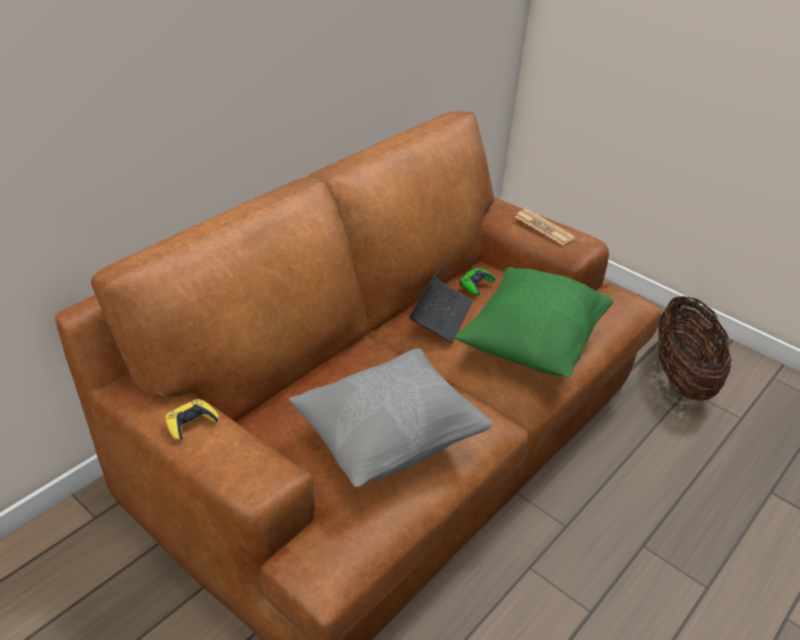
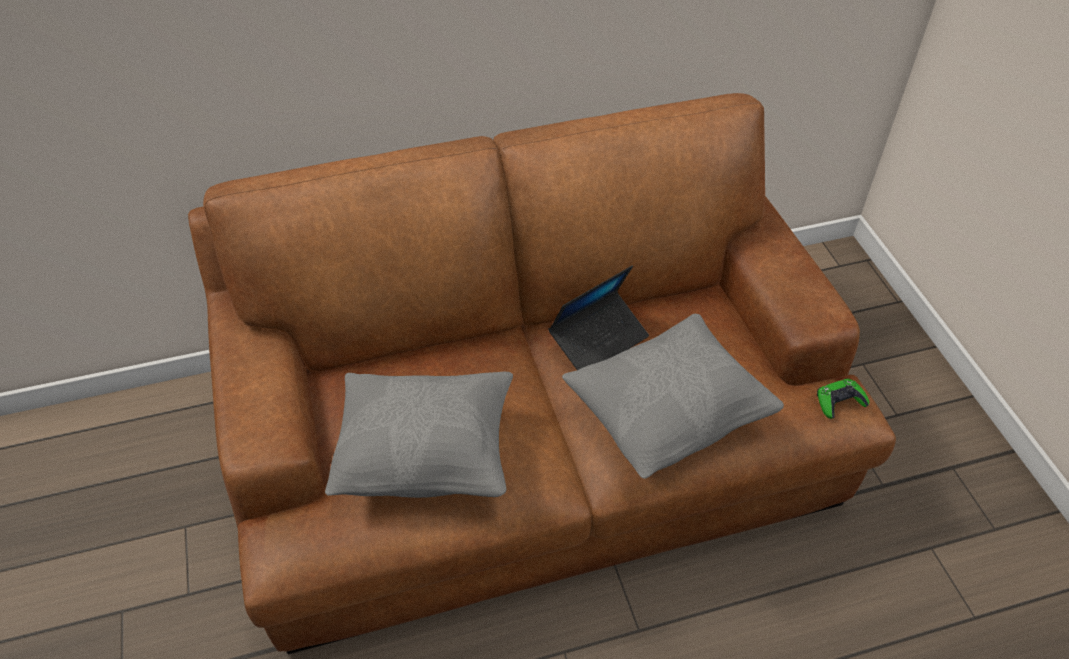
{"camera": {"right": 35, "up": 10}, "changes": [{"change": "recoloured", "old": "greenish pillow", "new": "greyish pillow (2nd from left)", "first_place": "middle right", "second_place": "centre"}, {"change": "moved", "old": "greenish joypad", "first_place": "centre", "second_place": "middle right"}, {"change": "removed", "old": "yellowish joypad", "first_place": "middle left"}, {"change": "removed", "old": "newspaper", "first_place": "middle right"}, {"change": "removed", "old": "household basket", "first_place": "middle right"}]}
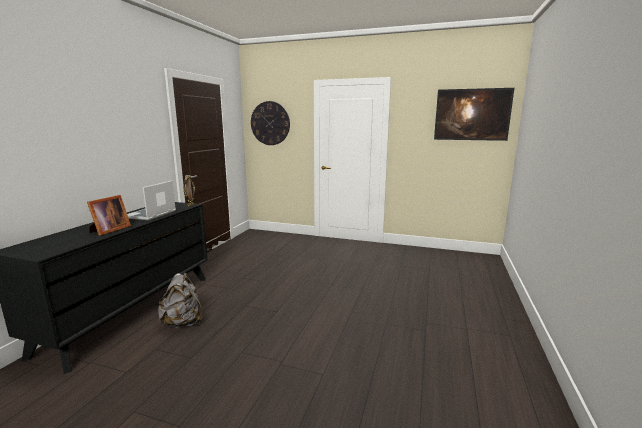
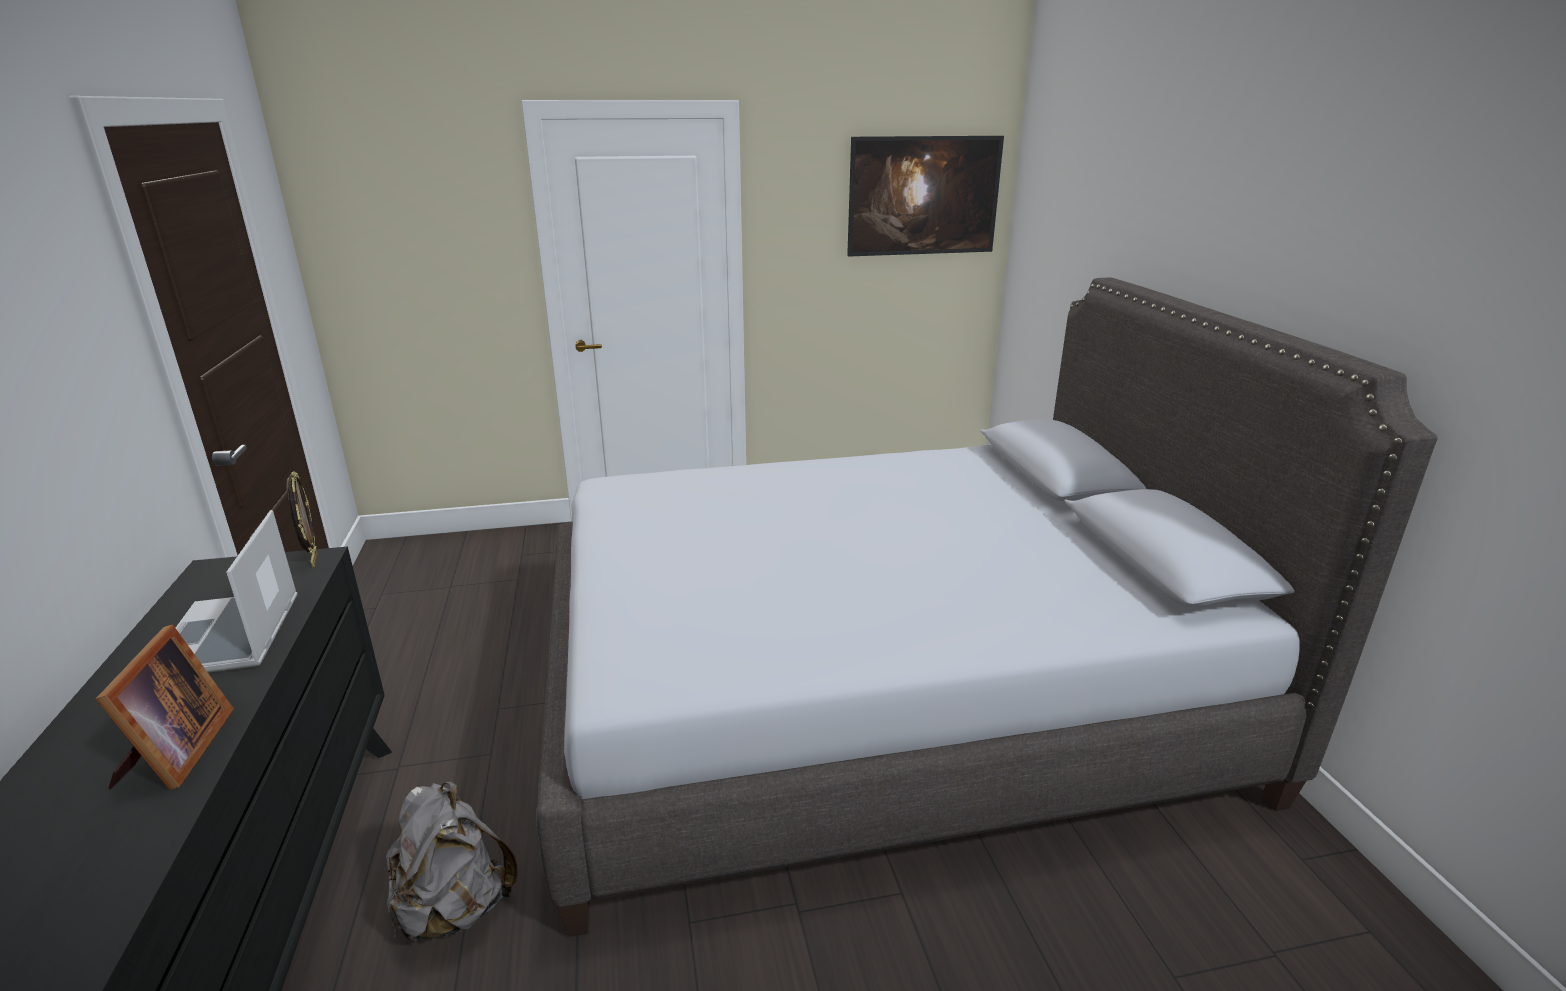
{"camera": {"right": -30, "up": 10}, "changes": [{"change": "added", "new": "greyish sleeping bed", "second_place": "centre"}, {"change": "removed", "old": "wall clock", "first_place": "top centre"}]}
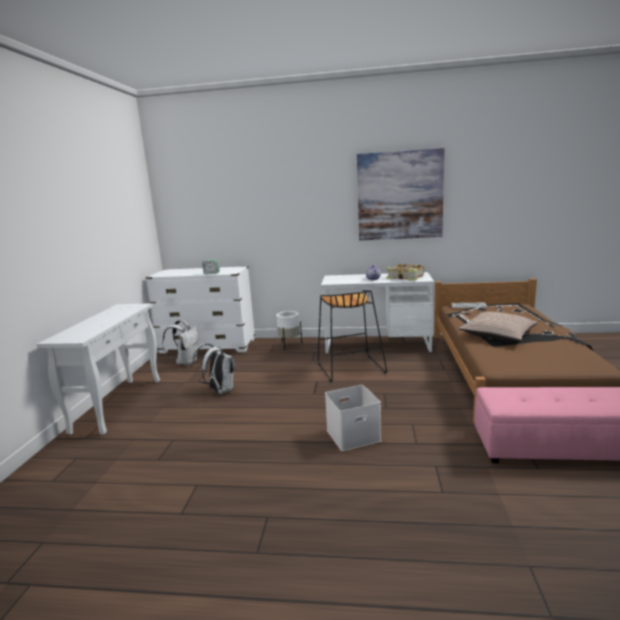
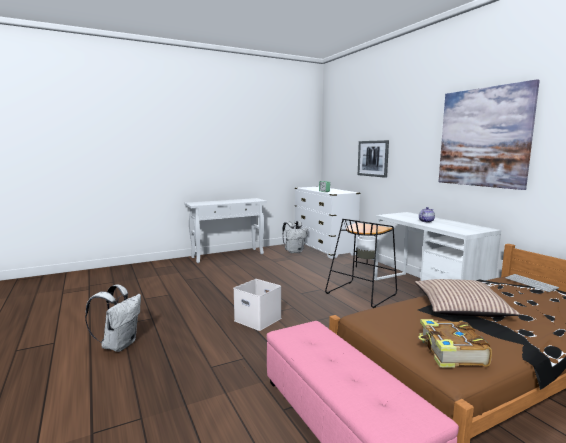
{"camera": {"right": 55, "up": -5}, "changes": [{"change": "moved", "old": "white-coloured backpack (2nd from left in the first image)", "new": "white-coloured backpack (1st from left)", "first_place": "centre", "second_place": "bottom left"}, {"change": "added", "new": "wall art (1st from left)", "second_place": "centre"}, {"change": "moved", "old": "bound book", "first_place": "centre", "second_place": "bottom right"}]}
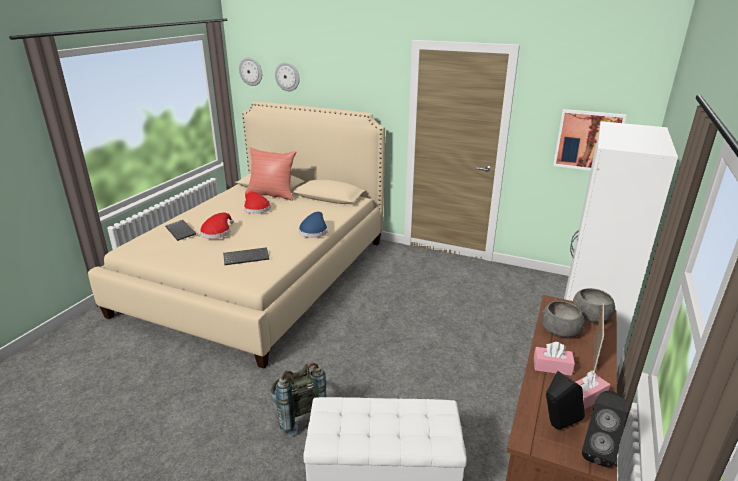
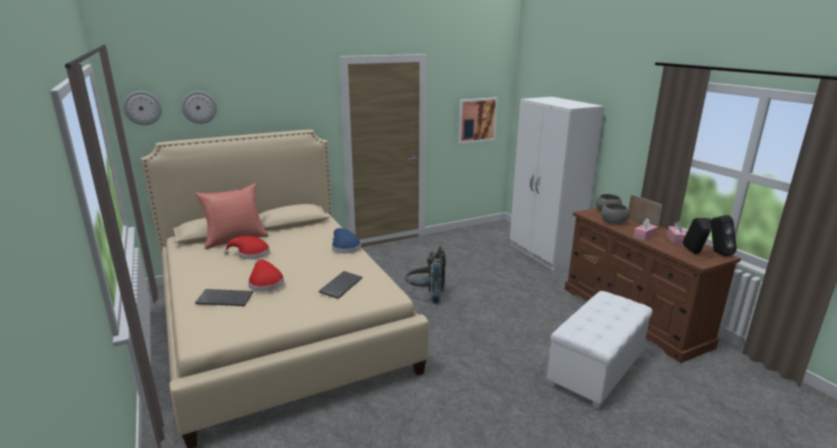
{"camera": {"right": -50, "up": -5}, "changes": [{"change": "moved", "old": "greyish backpack", "first_place": "bottom centre", "second_place": "centre"}]}
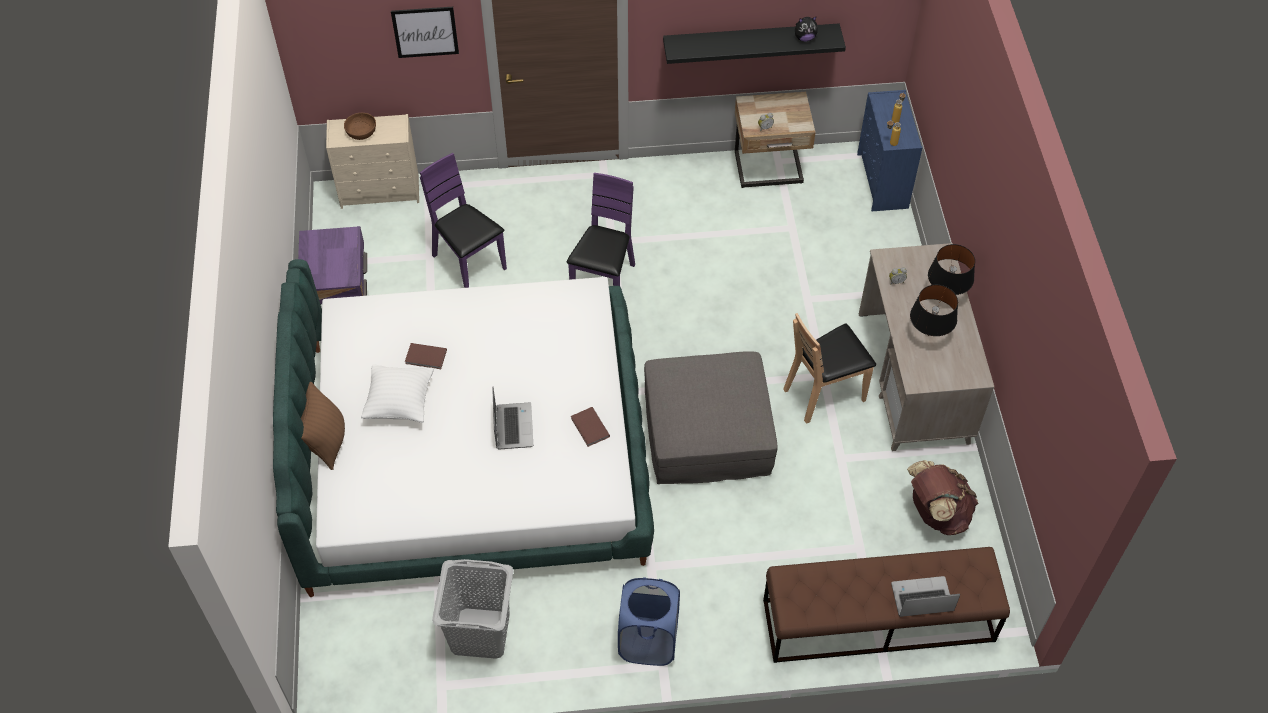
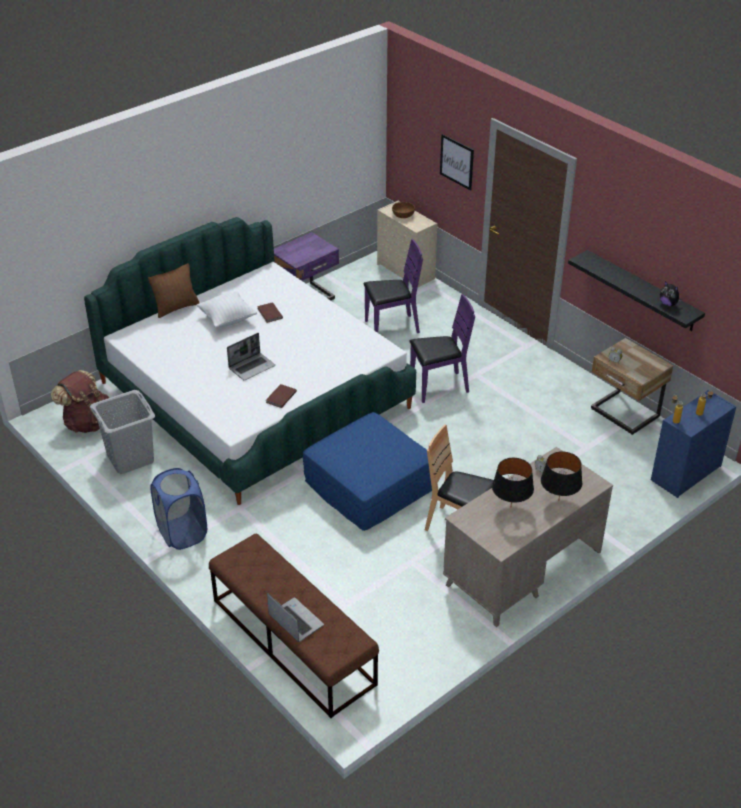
{"camera": {"right": 55, "up": -15}, "changes": [{"change": "moved", "old": "brown-coloured backpack", "first_place": "bottom right", "second_place": "middle left"}, {"change": "recoloured", "old": "greyish ottoman", "new": "blue-coloured ottoman", "first_place": "centre", "second_place": "centre"}, {"change": "turned", "old": "purple plain chair (1st from left)", "first_place": "top centre", "second_place": "centre", "degrees": 60}]}
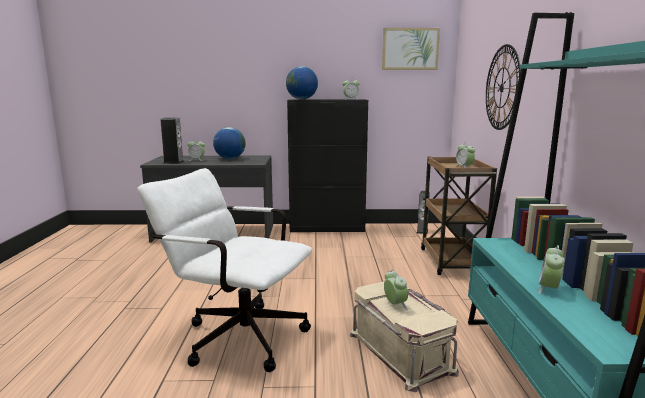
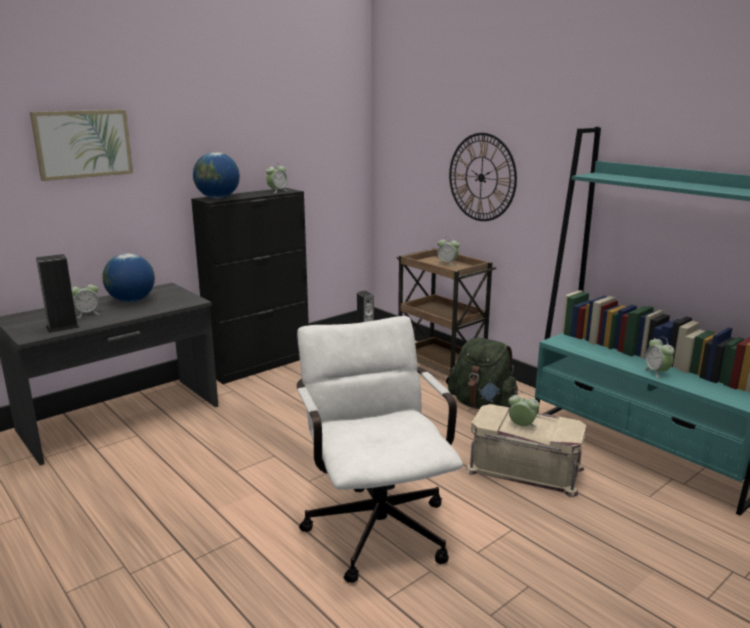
{"camera": {"right": -40, "up": 5}, "changes": [{"change": "moved", "old": "wall art", "first_place": "top centre", "second_place": "top left"}, {"change": "turned", "old": "white-coloured office chair", "first_place": "bottom centre", "second_place": "bottom centre", "degrees": 90}, {"change": "added", "new": "greenish backpack", "second_place": "centre"}]}
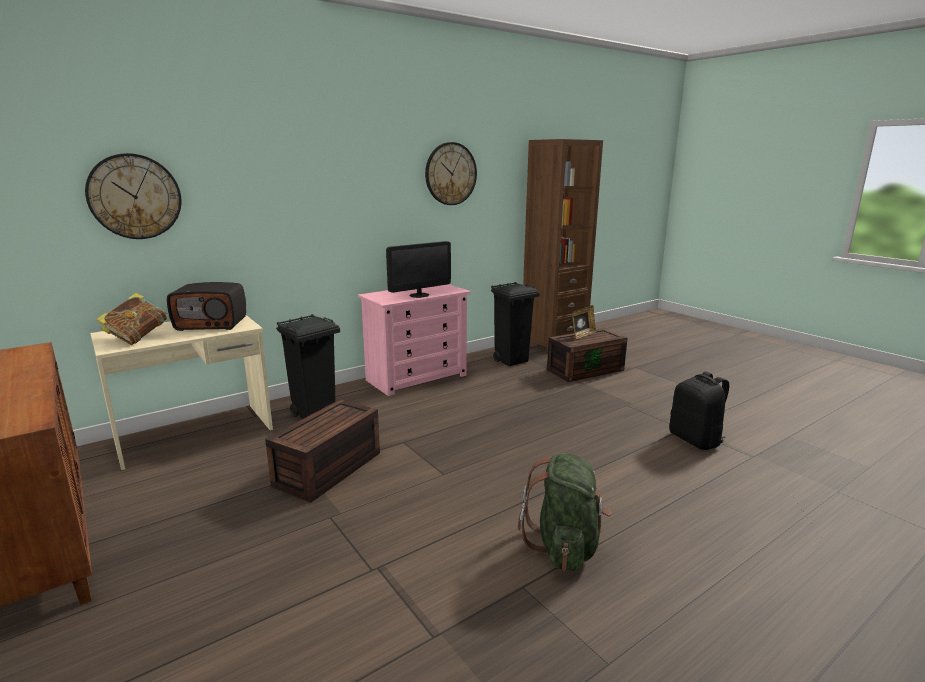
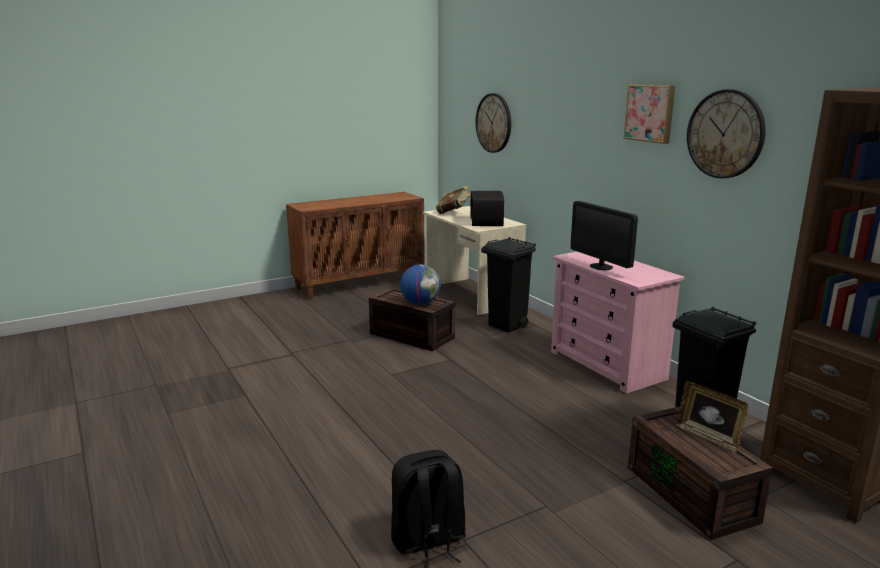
{"camera": {"right": 95, "up": 0}, "changes": [{"change": "added", "new": "desk globe", "second_place": "centre"}, {"change": "added", "new": "wall art", "second_place": "top right"}, {"change": "removed", "old": "greenish backpack", "first_place": "bottom centre"}]}
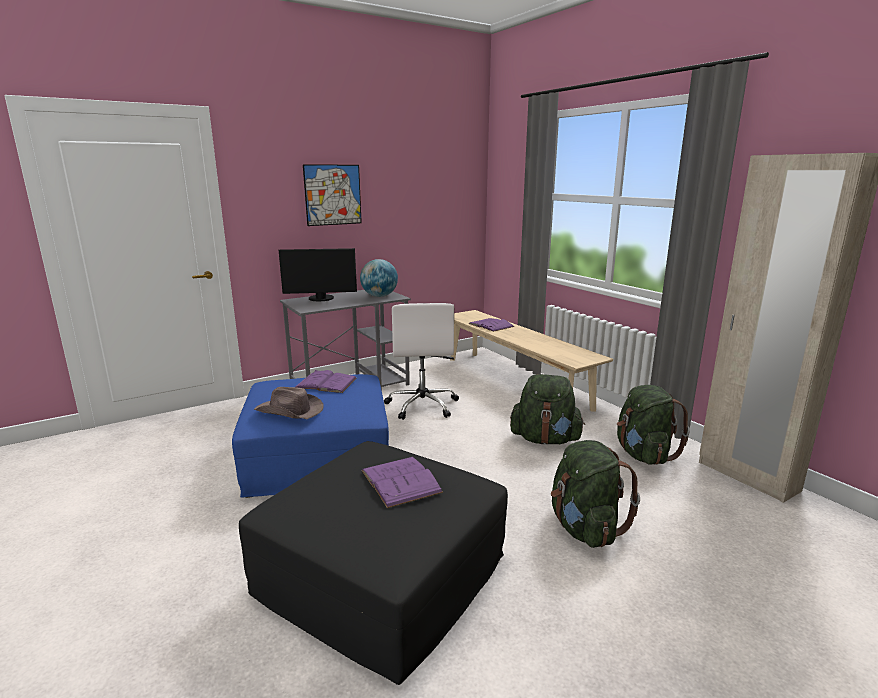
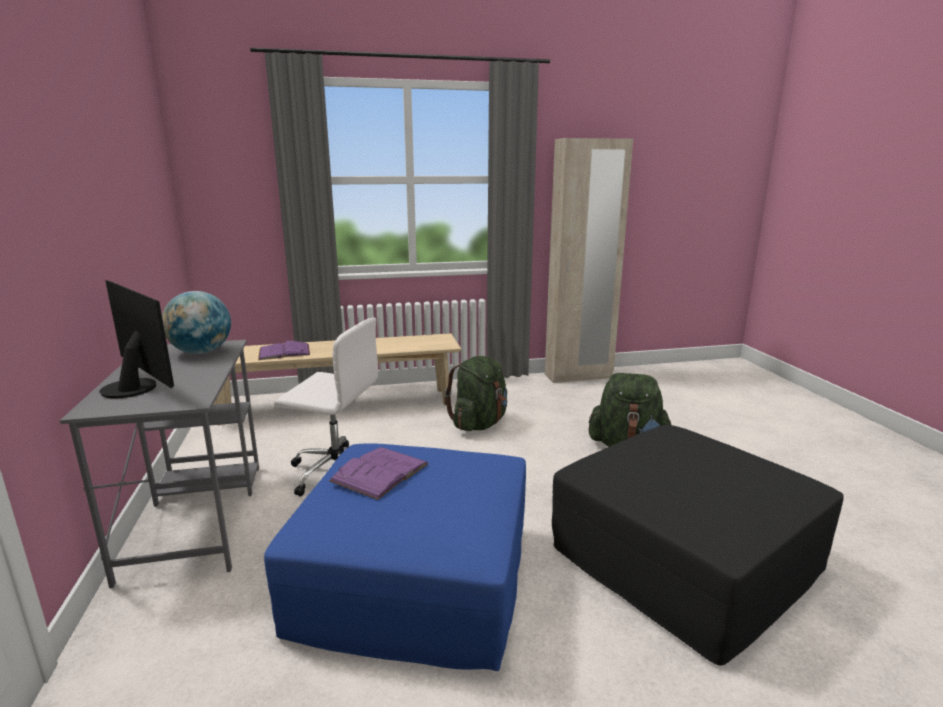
{"camera": {"right": -70, "up": 0}, "changes": [{"change": "turned", "old": "monitor", "first_place": "centre", "second_place": "middle left", "degrees": -60}, {"change": "removed", "old": "brown-coloured wearable hat", "first_place": "middle left"}, {"change": "removed", "old": "wall art", "first_place": "top centre"}, {"change": "removed", "old": "purple bound book (2nd from left)", "first_place": "bottom centre"}, {"change": "removed", "old": "greenish backpack (3rd from left)", "first_place": "middle right"}]}
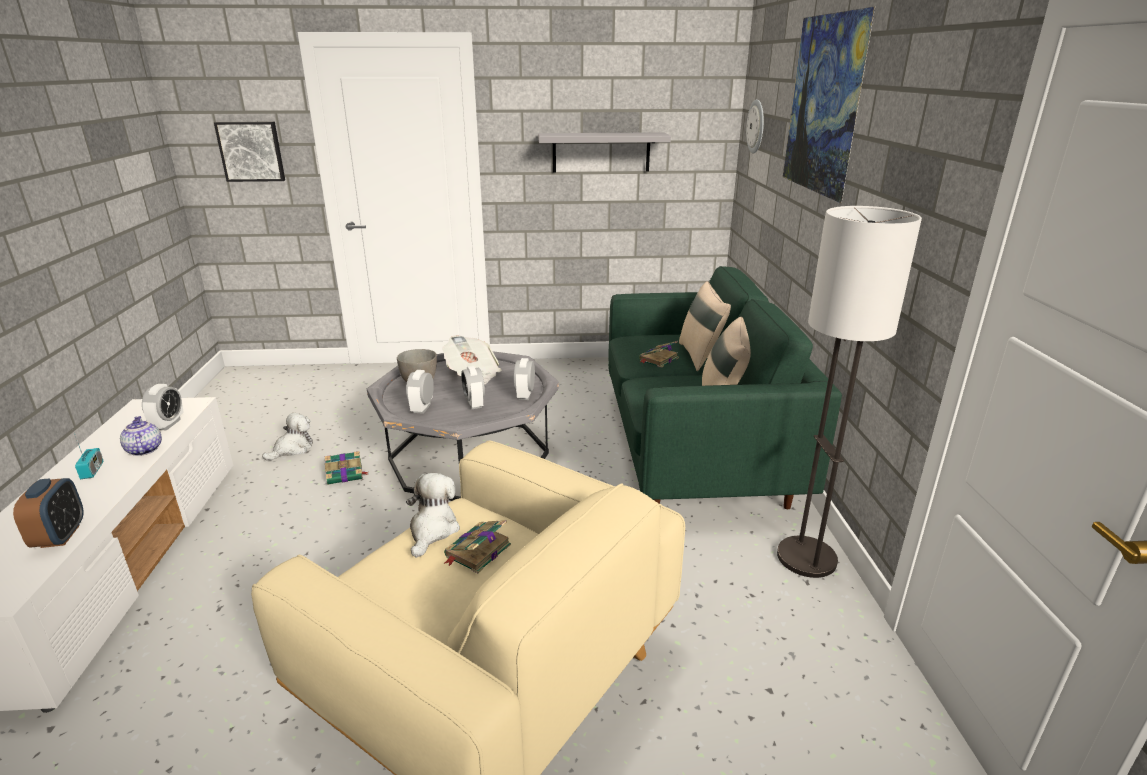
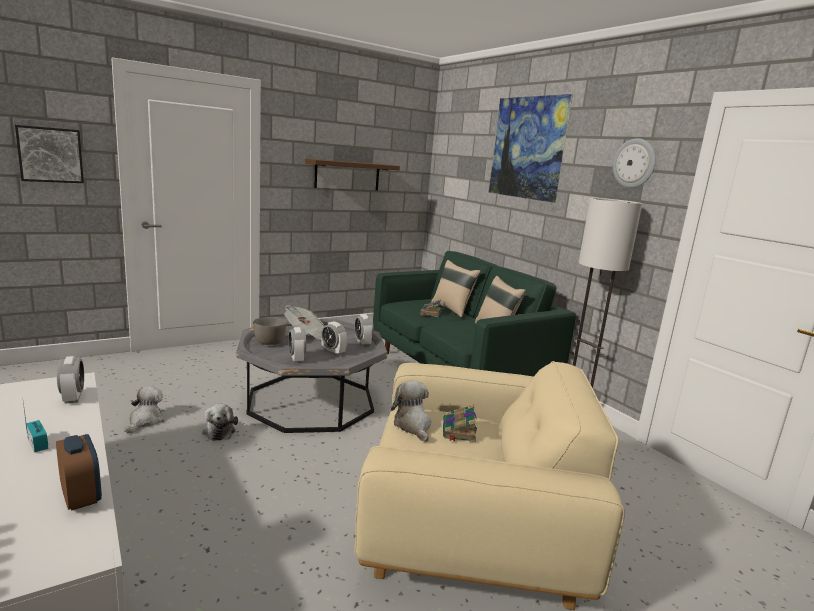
{"camera": {"right": -30, "up": -10}, "changes": [{"change": "replaced", "old": "bound book (1st from left)", "new": "plush toy (2nd from left)", "first_place": "middle left", "second_place": "bottom left"}, {"change": "recoloured", "old": "greyish bracket shelf", "new": "brown-coloured bracket shelf", "first_place": "top centre", "second_place": "top centre"}, {"change": "moved", "old": "wall clock", "first_place": "top centre", "second_place": "top right"}, {"change": "removed", "old": "tea pot", "first_place": "middle left"}]}
